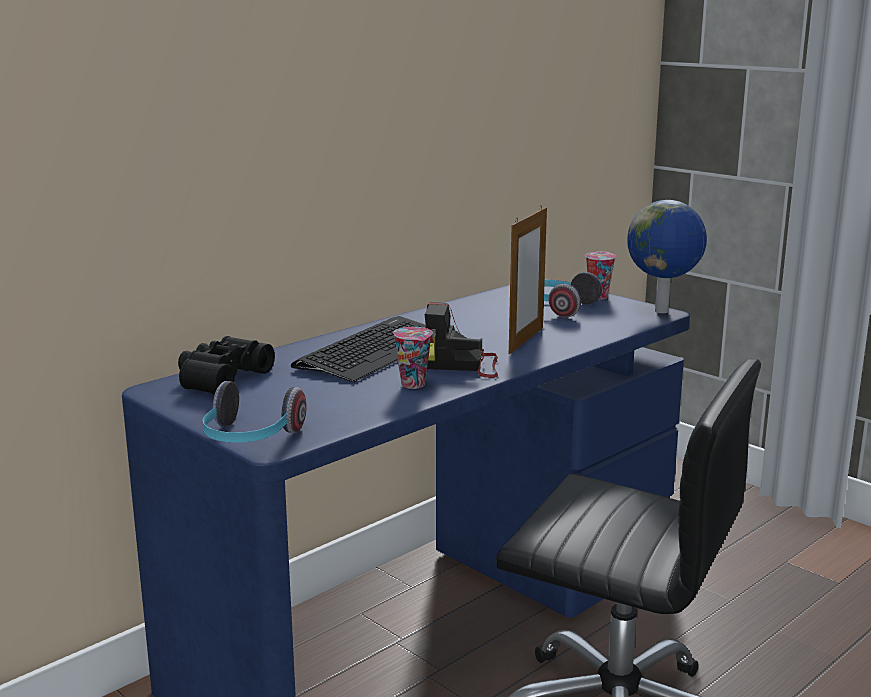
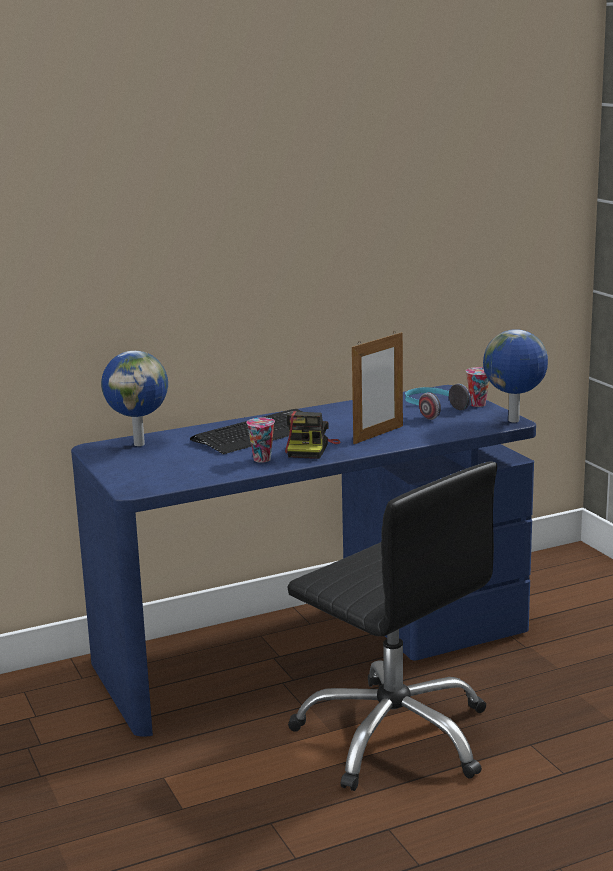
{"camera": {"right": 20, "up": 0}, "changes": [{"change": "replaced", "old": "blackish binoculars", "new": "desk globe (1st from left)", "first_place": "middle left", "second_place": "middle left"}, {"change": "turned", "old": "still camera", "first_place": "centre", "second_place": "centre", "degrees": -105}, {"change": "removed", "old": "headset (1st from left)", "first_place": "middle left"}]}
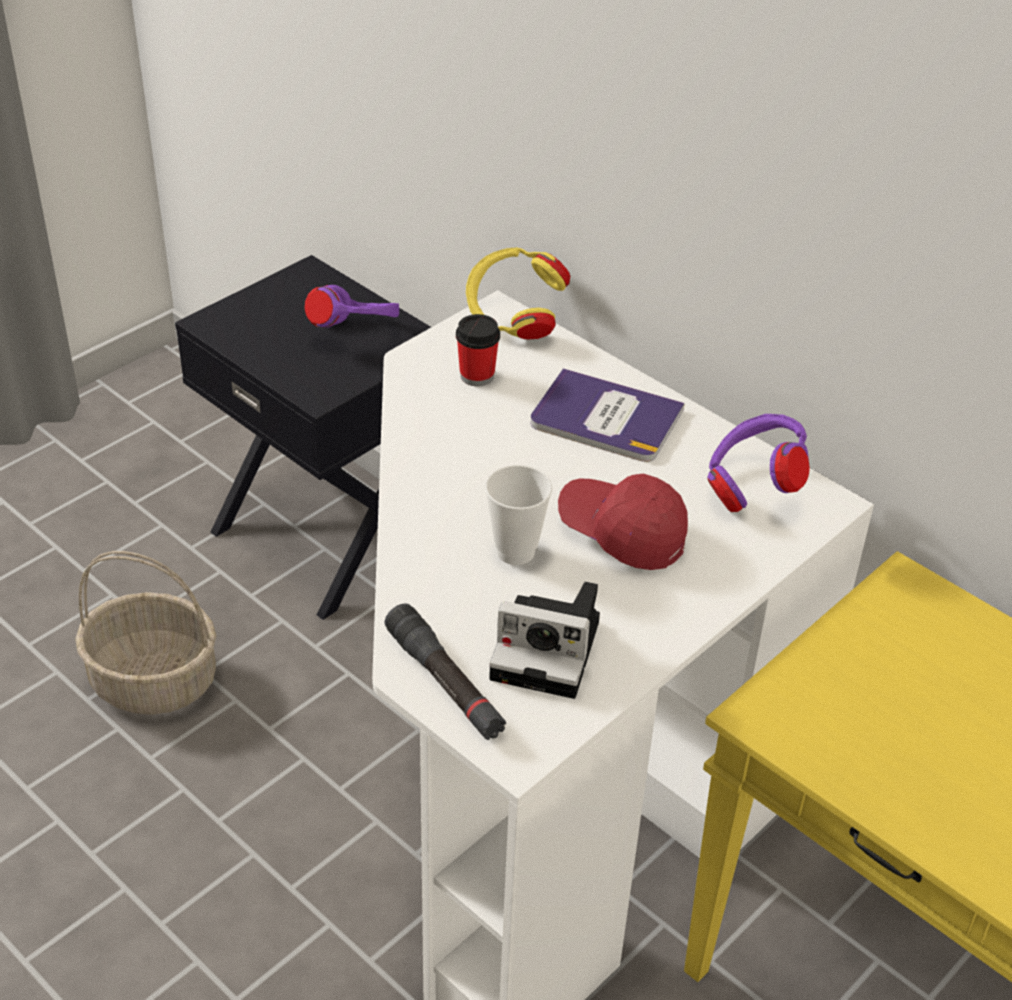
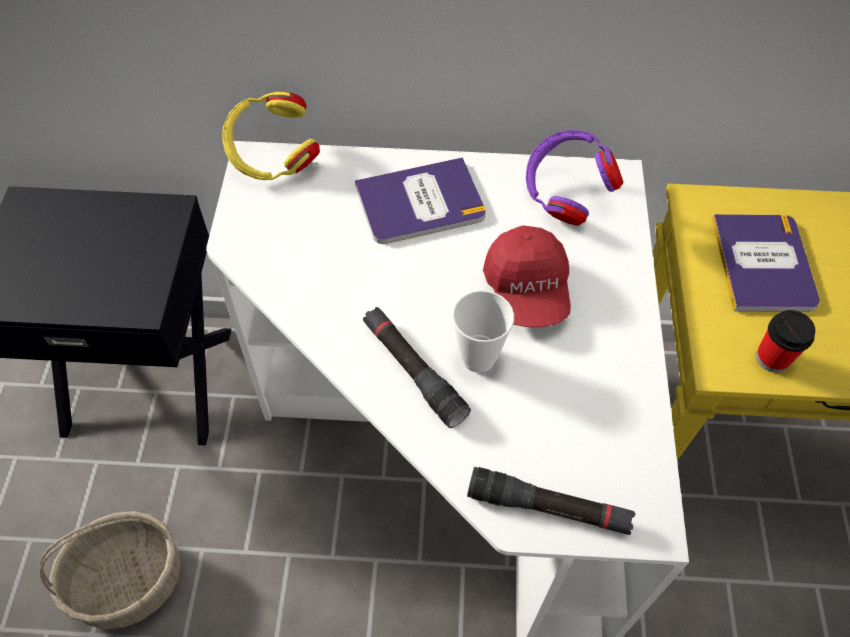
{"camera": {"right": -40, "up": 15}, "changes": [{"change": "added", "new": "blackish torch (1st from left)", "second_place": "centre"}, {"change": "turned", "old": "reddish baseball cap", "first_place": "centre", "second_place": "centre", "degrees": -90}, {"change": "added", "new": "bound book (2nd from left)", "second_place": "middle right"}, {"change": "moved", "old": "small cup (1st from left in the first image)", "new": "small cup (2nd from left)", "first_place": "centre", "second_place": "middle right"}, {"change": "removed", "old": "purple headset (1st from left)", "first_place": "top centre"}, {"change": "removed", "old": "still camera", "first_place": "centre"}]}
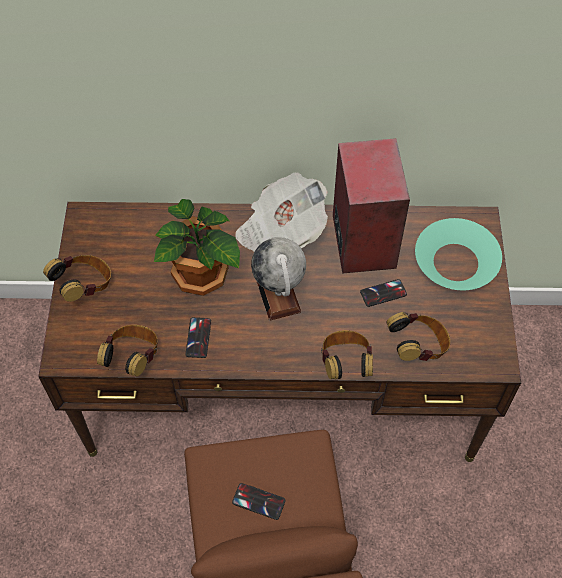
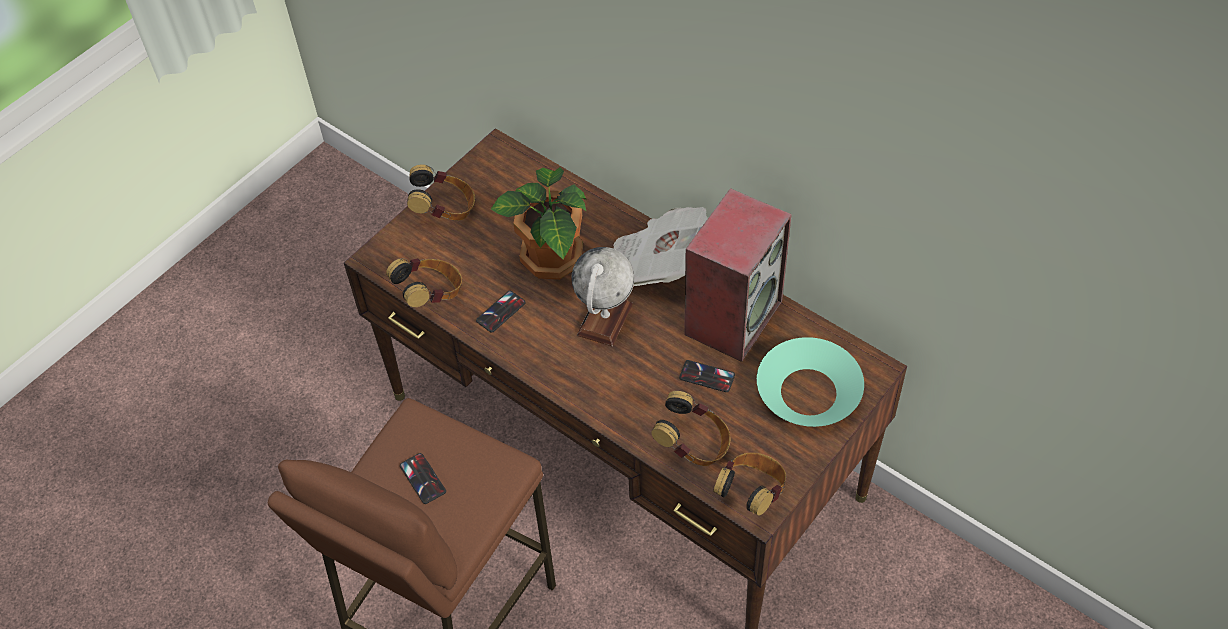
{"camera": {"right": 40, "up": -5}, "changes": [{"change": "moved", "old": "headset (3rd from left in the first image)", "new": "headset (4th from left)", "first_place": "centre", "second_place": "bottom centre"}]}
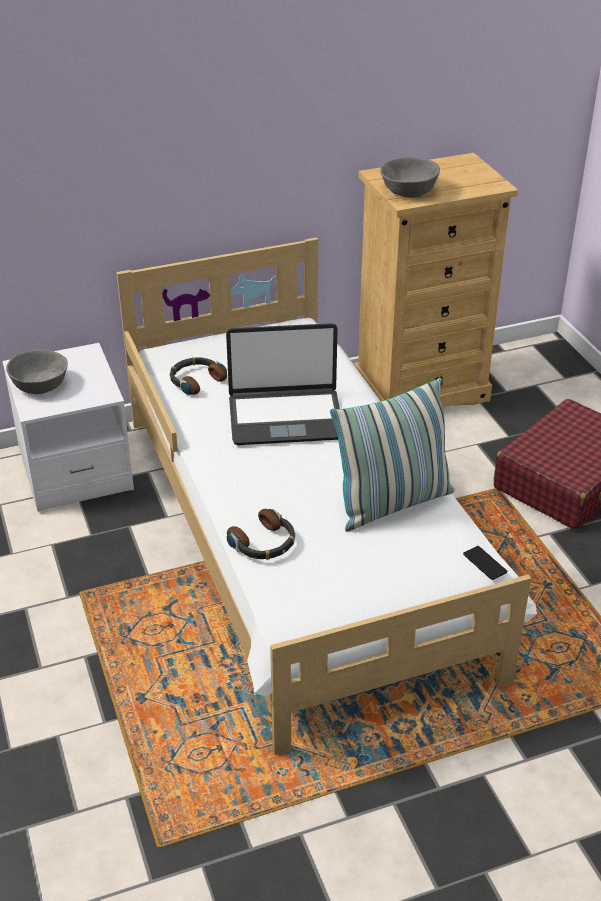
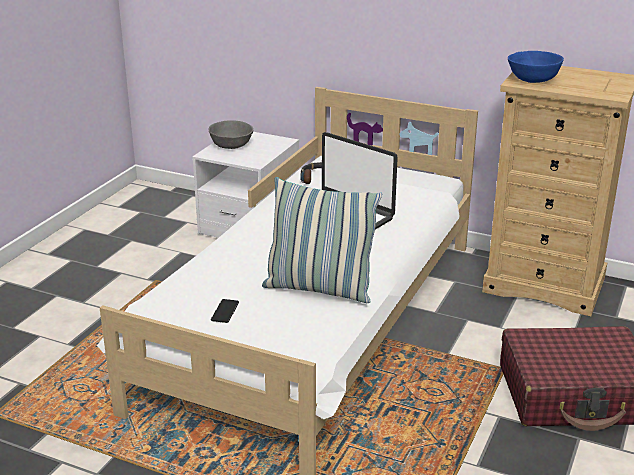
{"camera": {"right": 45, "up": -10}, "changes": [{"change": "moved", "old": "handset", "first_place": "middle right", "second_place": "centre"}, {"change": "recoloured", "old": "greyish serving bowl (2nd from left)", "new": "blue-coloured serving bowl", "first_place": "top right", "second_place": "top right"}, {"change": "removed", "old": "headset (2nd from left)", "first_place": "centre"}]}
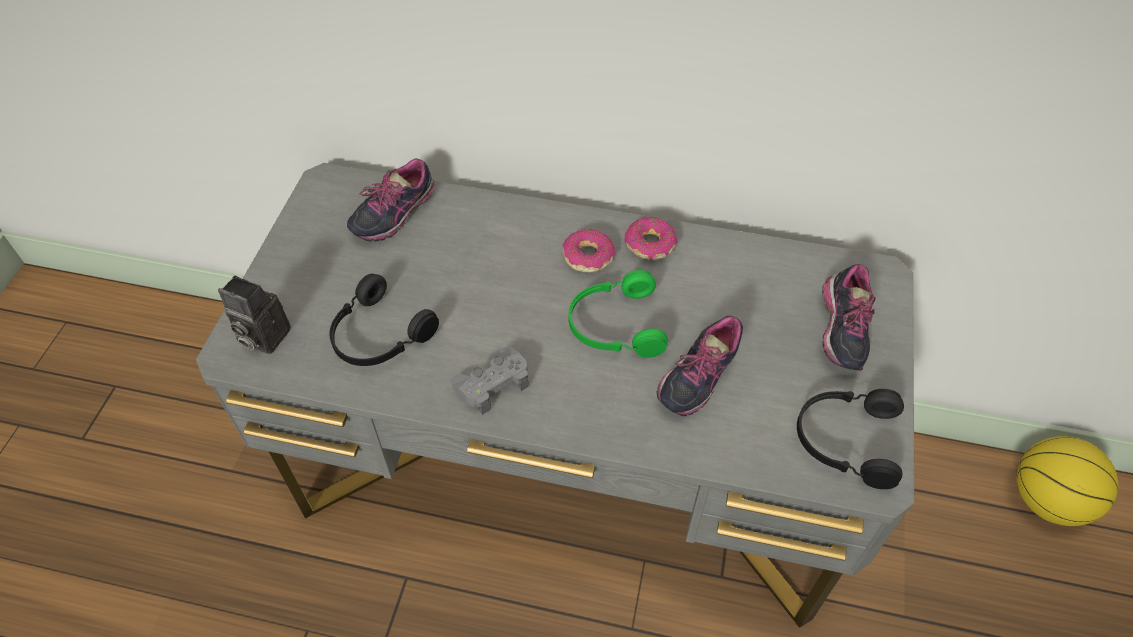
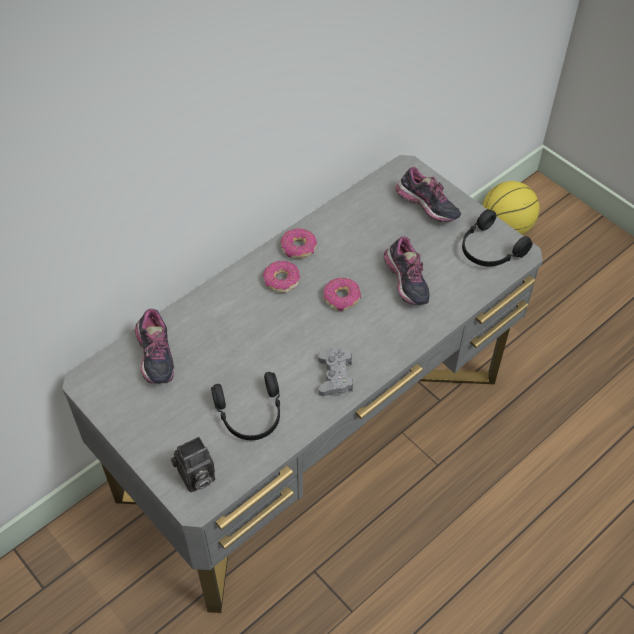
{"camera": {"right": -55, "up": 0}, "changes": [{"change": "replaced", "old": "greenish headset", "new": "donut (3rd from left)", "first_place": "centre", "second_place": "centre"}]}
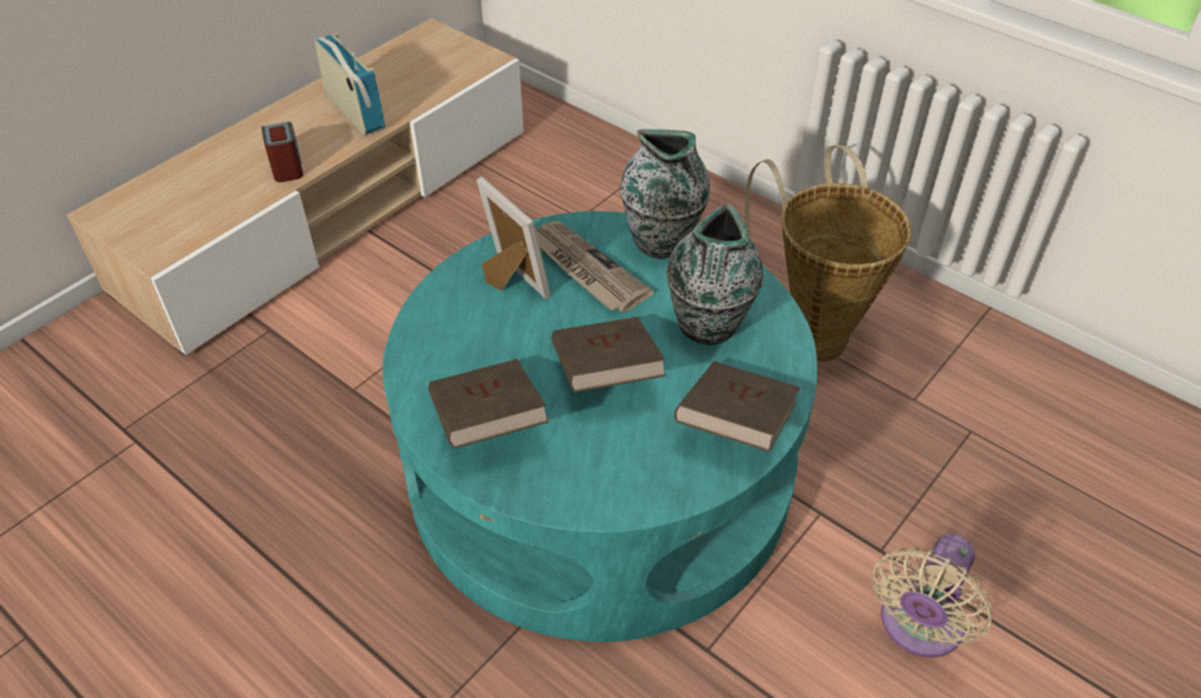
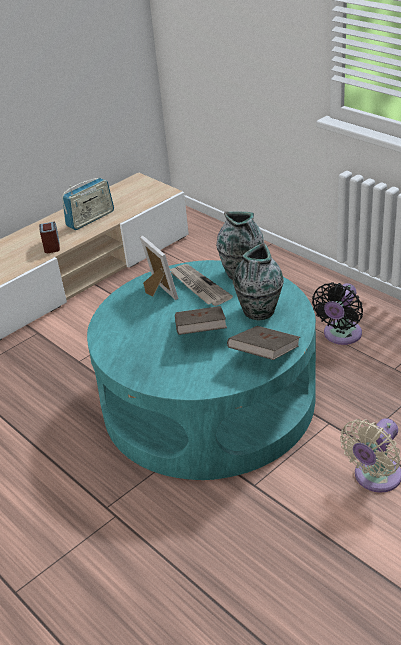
{"camera": {"right": 10, "up": -10}, "changes": [{"change": "turned", "old": "radio", "first_place": "top left", "second_place": "top left", "degrees": 75}, {"change": "replaced", "old": "household basket", "new": "blackish electric fan", "first_place": "middle right", "second_place": "middle right"}, {"change": "removed", "old": "brown-coloured bound book (1st from left)", "first_place": "centre"}]}
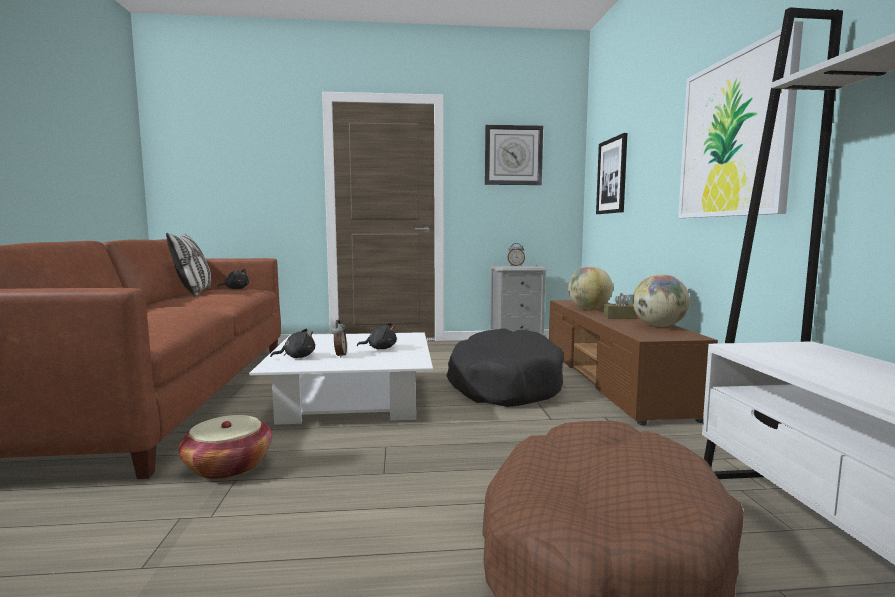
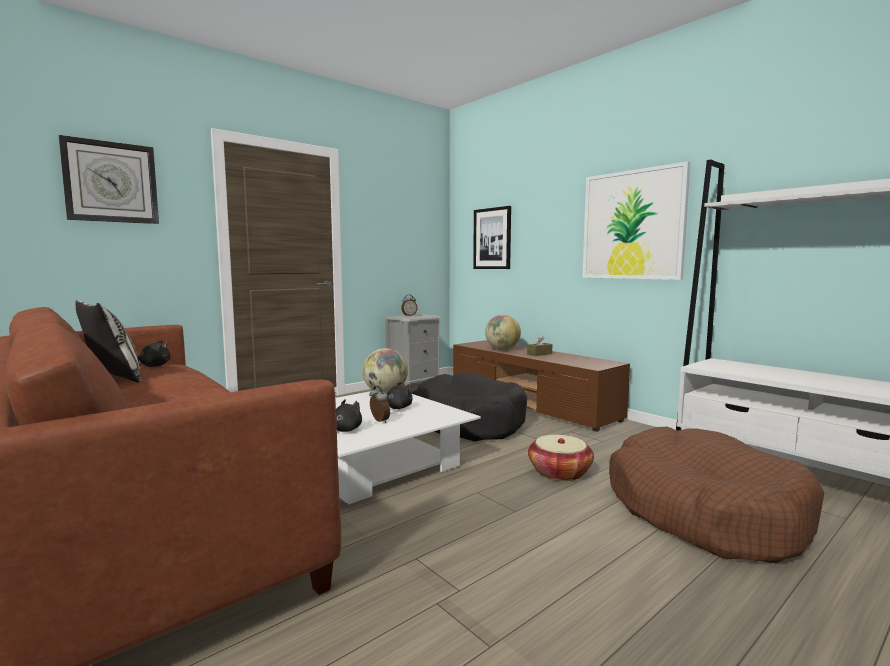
{"camera": {"right": -35, "up": 0}, "changes": [{"change": "moved", "old": "wall clock", "first_place": "top centre", "second_place": "top left"}, {"change": "moved", "old": "desk globe (2nd from left in the first image)", "new": "desk globe (1st from left)", "first_place": "middle right", "second_place": "centre"}, {"change": "moved", "old": "household basket", "first_place": "bottom left", "second_place": "bottom centre"}]}
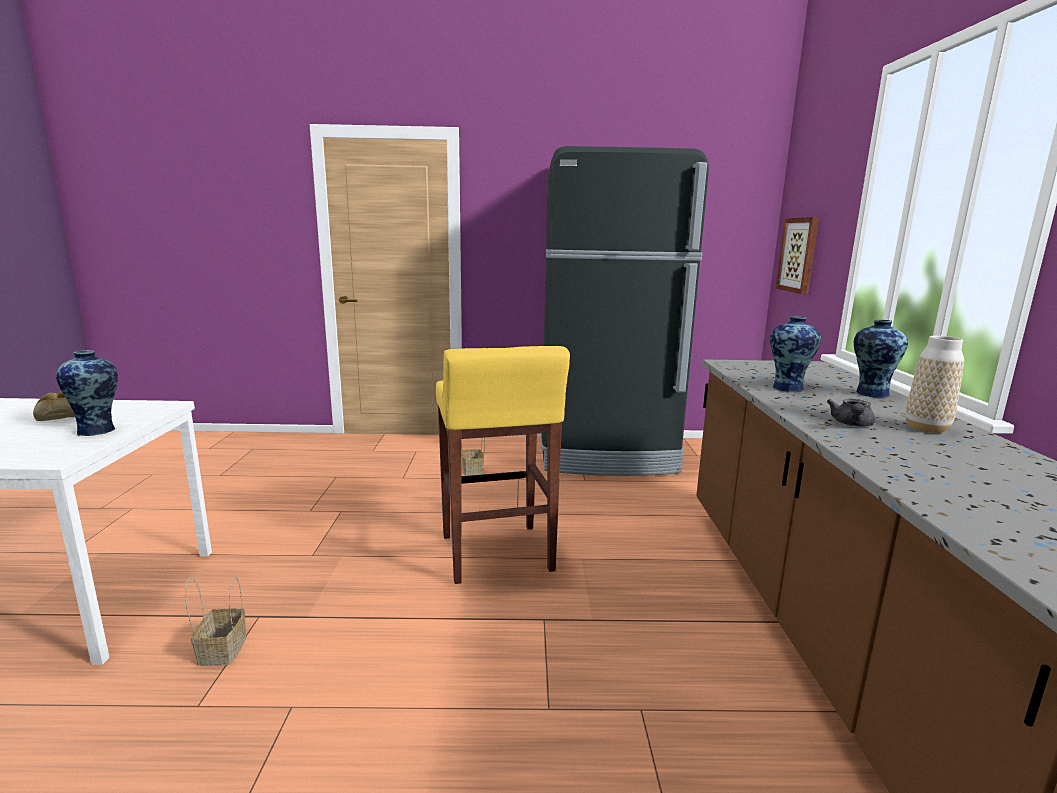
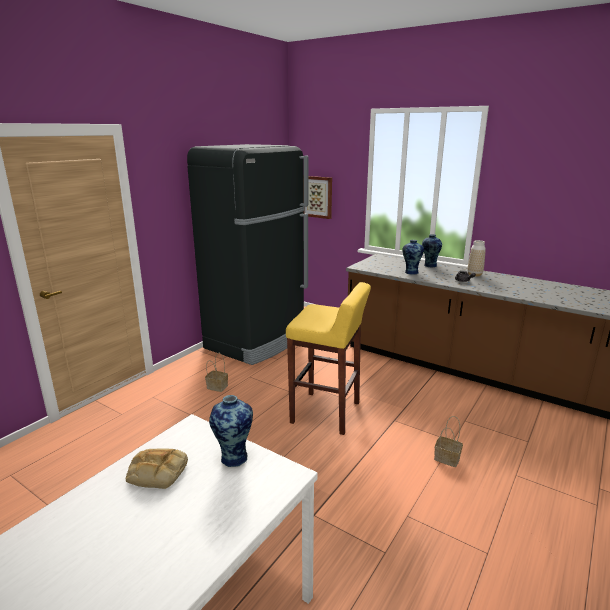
{"camera": {"right": -55, "up": 5}, "changes": [{"change": "moved", "old": "household basket (1st from left in the first image)", "new": "household basket (2nd from left)", "first_place": "bottom left", "second_place": "bottom right"}]}
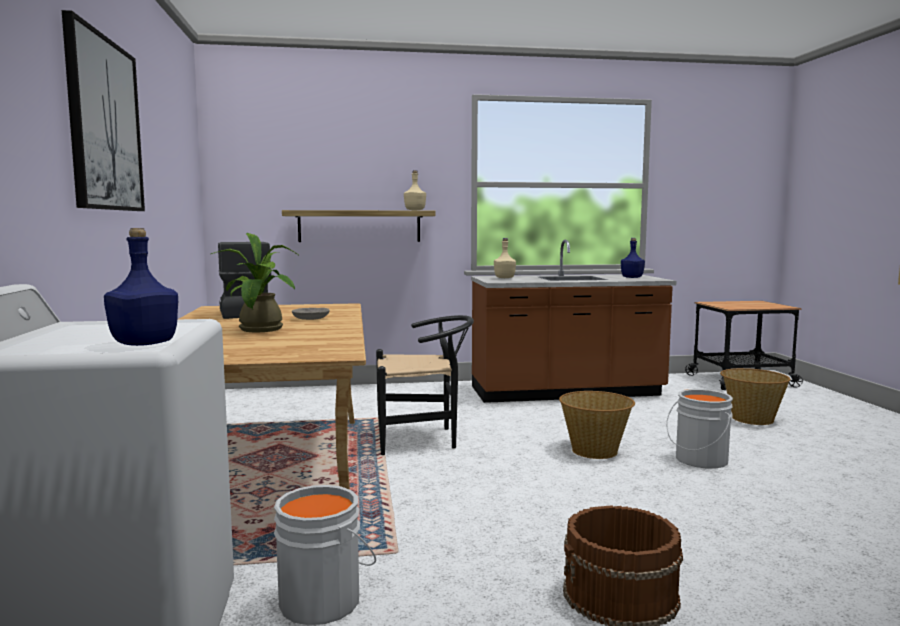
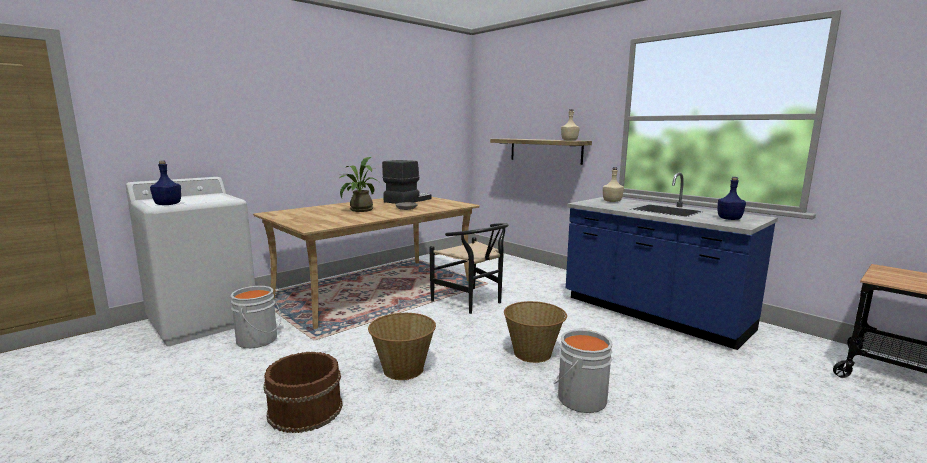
{"camera": {"right": 55, "up": 5}, "changes": [{"change": "moved", "old": "household basket (2nd from left in the first image)", "new": "household basket (1st from left)", "first_place": "middle right", "second_place": "bottom centre"}, {"change": "recoloured", "old": "brown-coloured kitchen base unit", "new": "blue-coloured kitchen base unit", "first_place": "centre", "second_place": "middle right"}, {"change": "removed", "old": "wall art", "first_place": "top left"}]}
